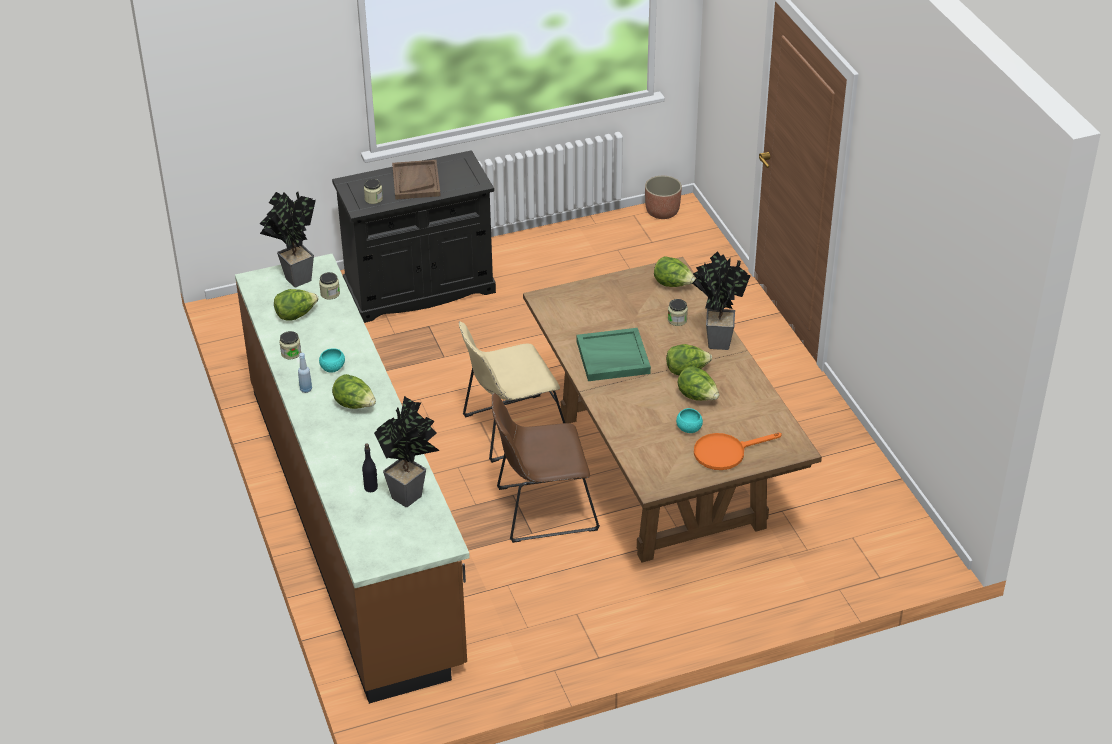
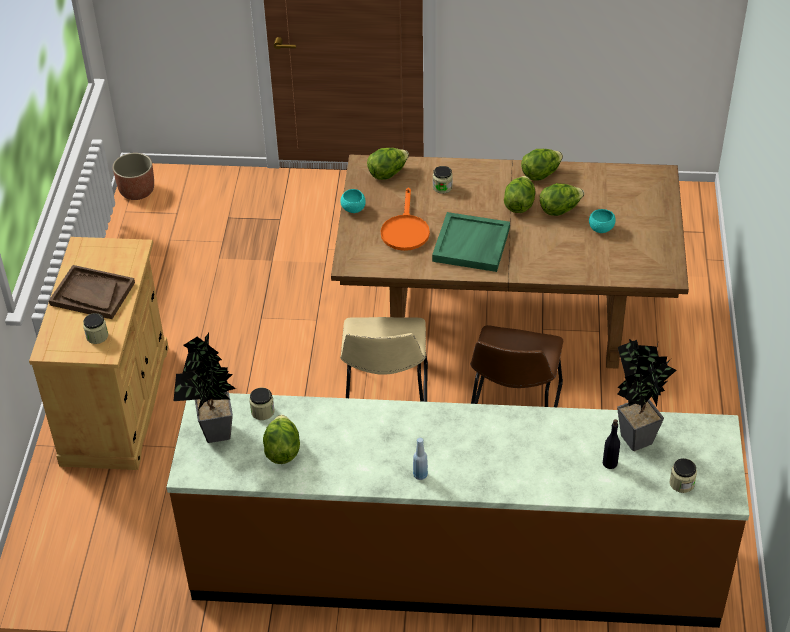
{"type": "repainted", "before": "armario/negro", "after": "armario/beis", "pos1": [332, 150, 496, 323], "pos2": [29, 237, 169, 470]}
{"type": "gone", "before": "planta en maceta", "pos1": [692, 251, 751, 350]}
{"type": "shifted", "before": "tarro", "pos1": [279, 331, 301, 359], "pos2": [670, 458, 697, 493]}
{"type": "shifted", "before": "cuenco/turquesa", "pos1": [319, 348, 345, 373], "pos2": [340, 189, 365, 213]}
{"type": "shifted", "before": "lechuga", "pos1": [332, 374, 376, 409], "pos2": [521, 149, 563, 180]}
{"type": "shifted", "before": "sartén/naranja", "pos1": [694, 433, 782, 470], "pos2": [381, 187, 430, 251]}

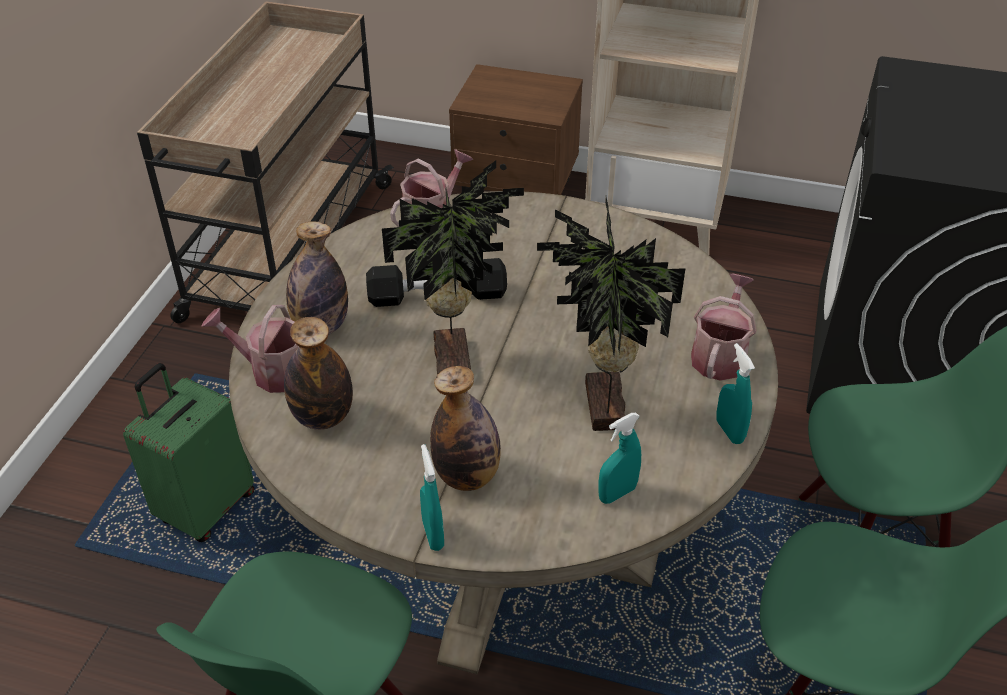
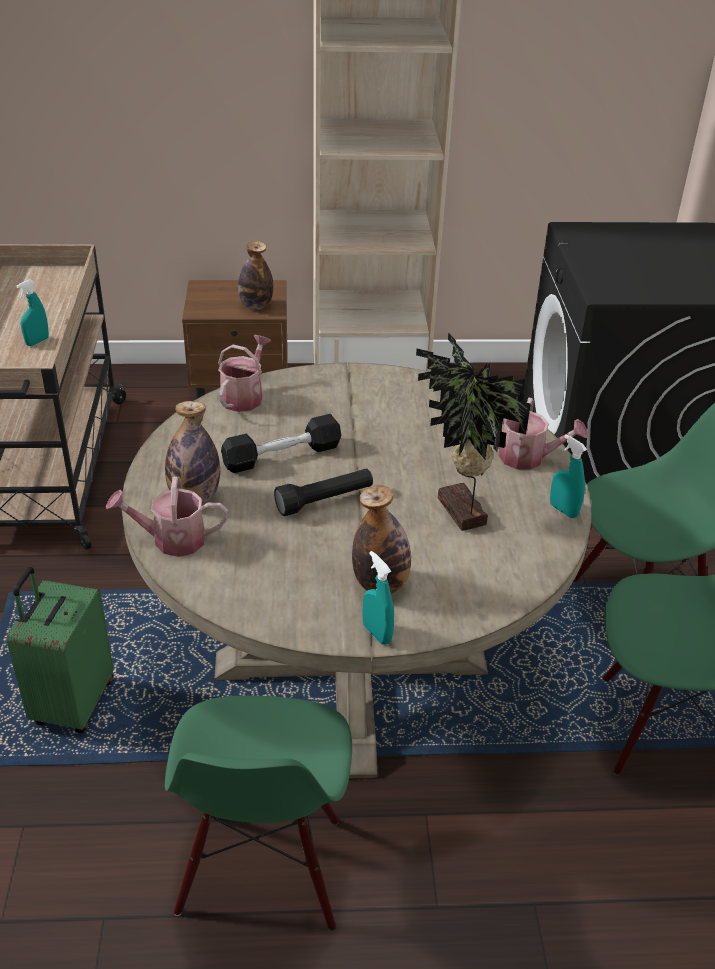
{"type": "swapped", "before": "planta en maceta", "after": "linterna/negro", "pos1": [382, 161, 524, 375], "pos2": [274, 469, 373, 516]}
{"type": "rotated", "before": "regadera", "pos1": [691, 274, 757, 381], "pos2": [498, 398, 588, 470], "turn": 105}
{"type": "shifted", "before": "botella", "pos1": [284, 317, 353, 430], "pos2": [238, 241, 273, 310]}
{"type": "shifted", "before": "pulverizador/turquesa", "pos1": [598, 413, 641, 504], "pos2": [16, 279, 49, 346]}

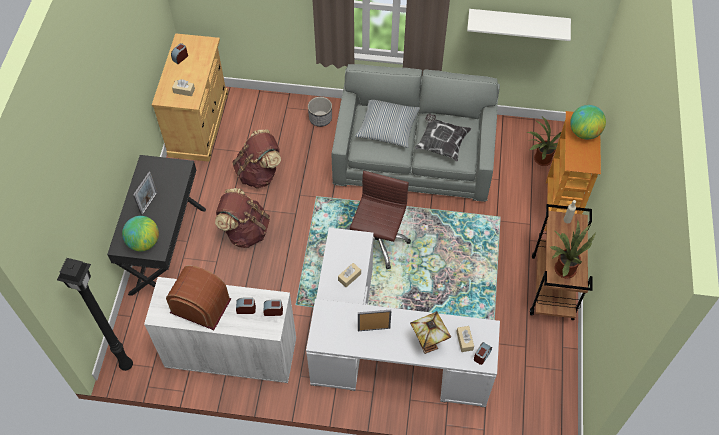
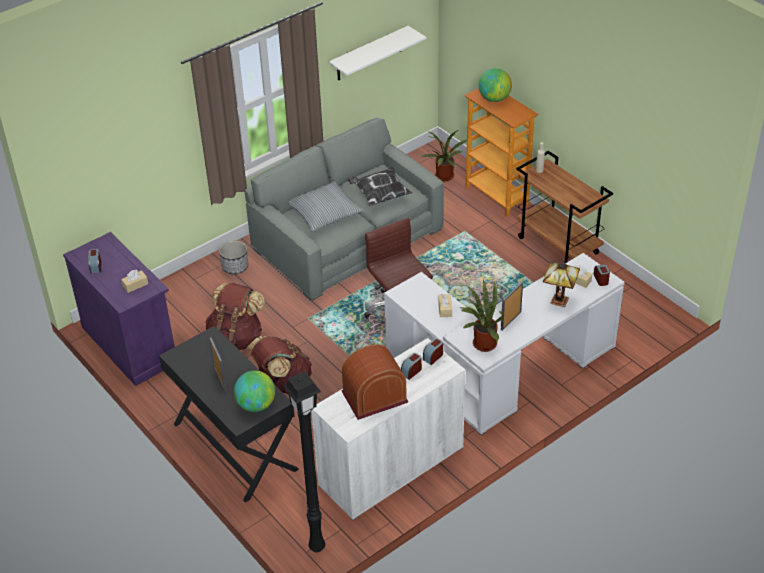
{"type": "repainted", "before": "armario/beis", "after": "armario/morado", "pos1": [152, 33, 228, 162], "pos2": [63, 232, 175, 386]}
{"type": "shifted", "before": "planta en maceta", "pos1": [550, 220, 596, 278], "pos2": [460, 280, 504, 352]}

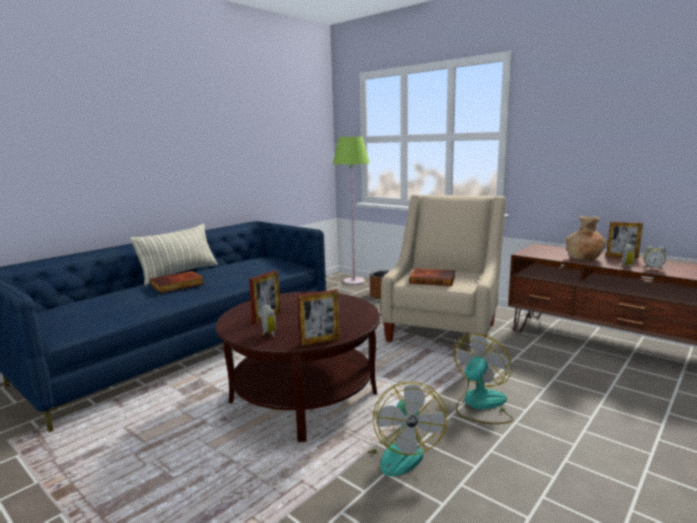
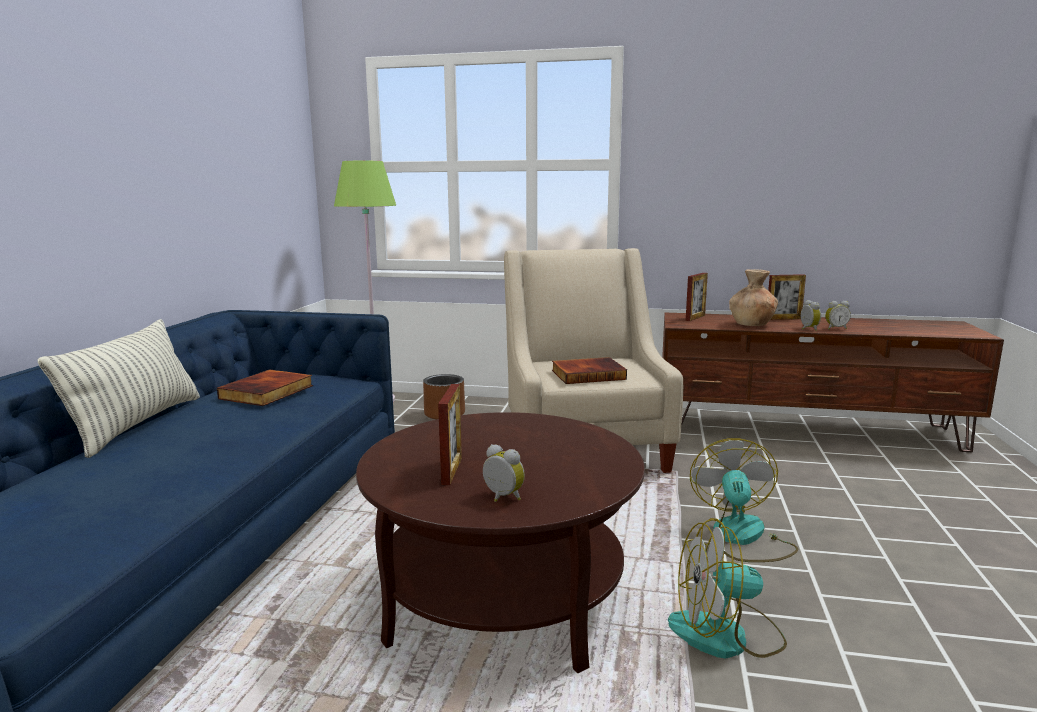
{"type": "shifted", "before": "libro", "pos1": [150, 271, 204, 293], "pos2": [217, 369, 313, 406]}
{"type": "shifted", "before": "portarretratos", "pos1": [297, 289, 340, 346], "pos2": [686, 273, 708, 321]}
{"type": "rotated", "before": "ventilador", "pos1": [367, 382, 447, 476], "pos2": [668, 518, 787, 659], "turn": 120}

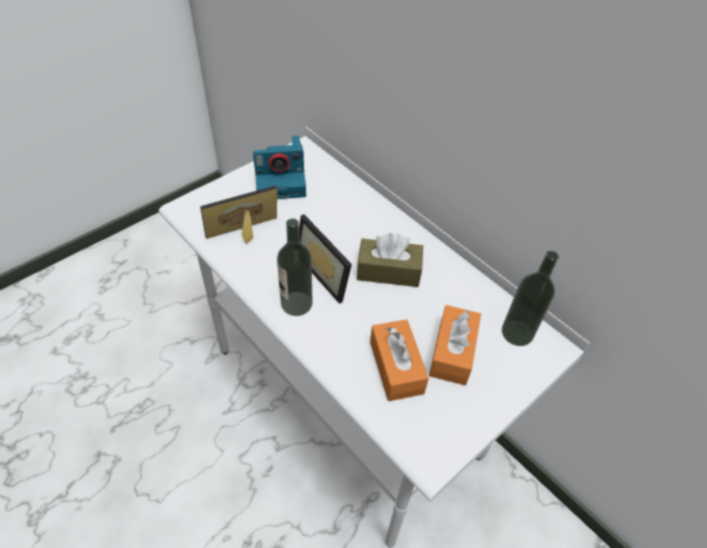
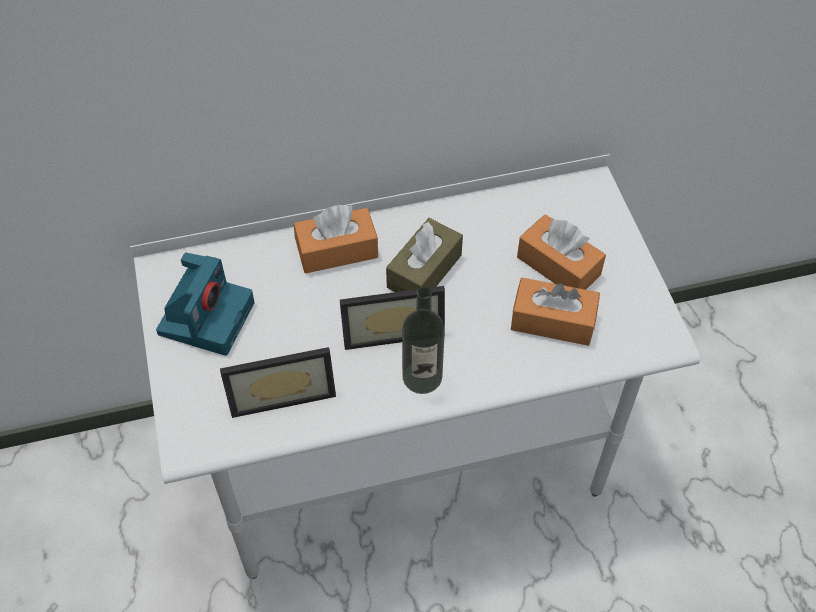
{"type": "rotated", "before": "portarretratos", "pos1": [200, 186, 277, 244], "pos2": [220, 347, 336, 418], "turn": -105}
{"type": "gone", "before": "botella", "pos1": [502, 251, 559, 346]}
{"type": "new", "after": "caja de pañuelos/naranja", "pos2": [294, 205, 378, 274]}

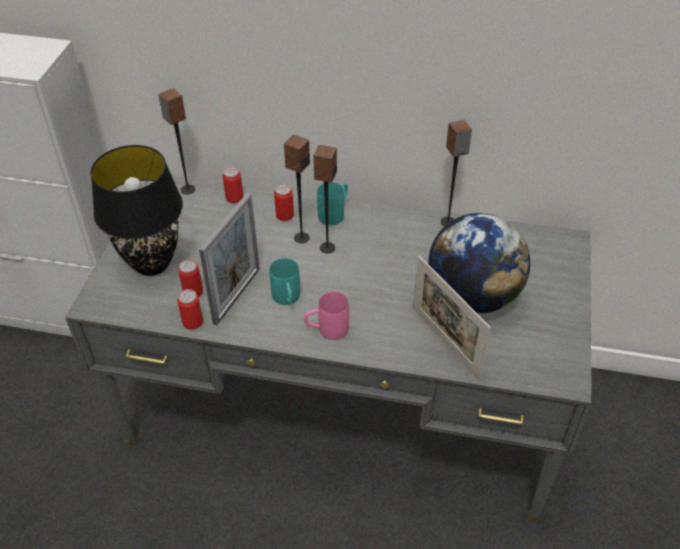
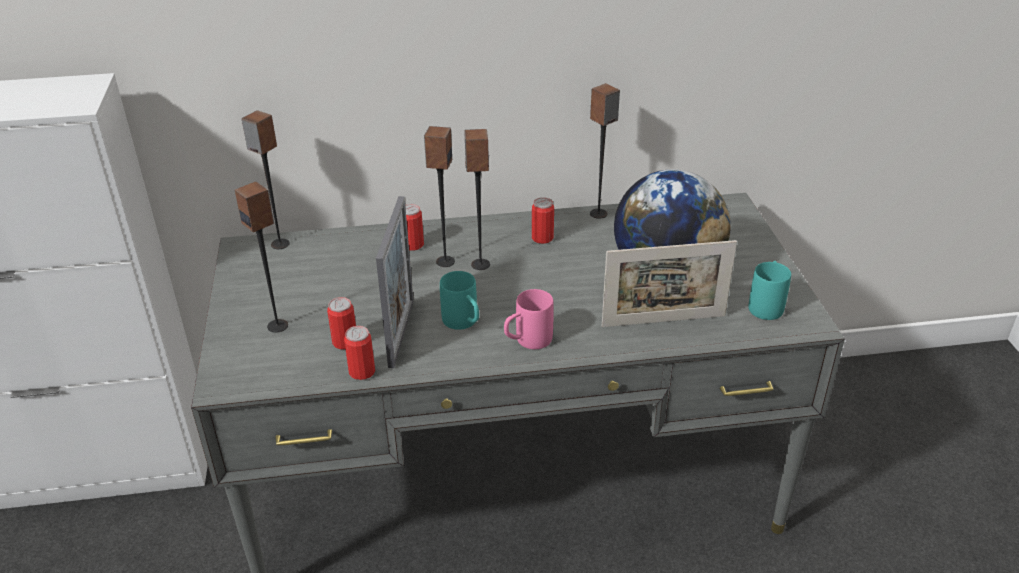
{"type": "swapped", "before": "lámpara de mesa/negro", "after": "altavoz", "pos1": [91, 145, 183, 276], "pos2": [235, 181, 288, 333]}
{"type": "shifted", "before": "lata", "pos1": [223, 167, 243, 203], "pos2": [532, 197, 554, 244]}
{"type": "shifted", "before": "taza grande/turquesa", "pos1": [317, 182, 348, 225], "pos2": [749, 261, 791, 320]}
{"type": "rotated", "before": "portarretratos", "pos1": [413, 255, 491, 379], "pos2": [602, 240, 737, 327], "turn": -45}

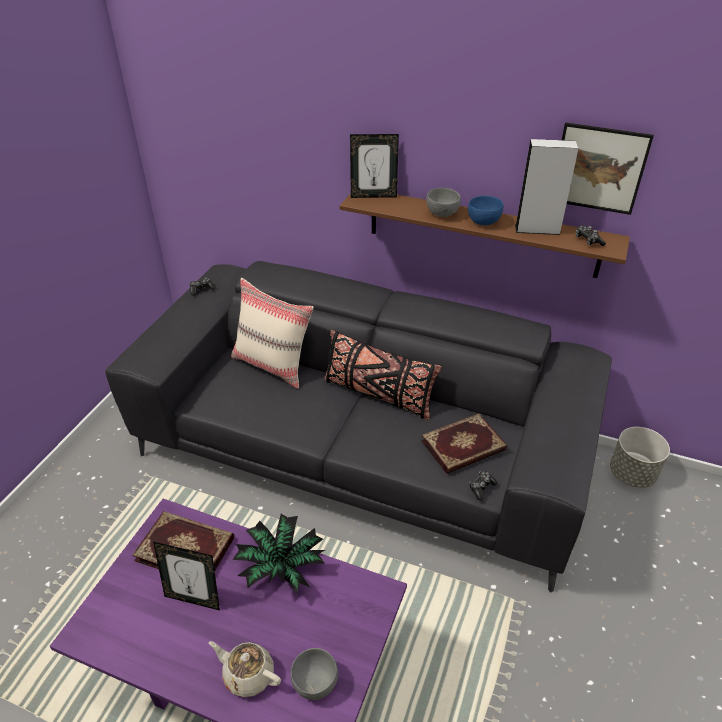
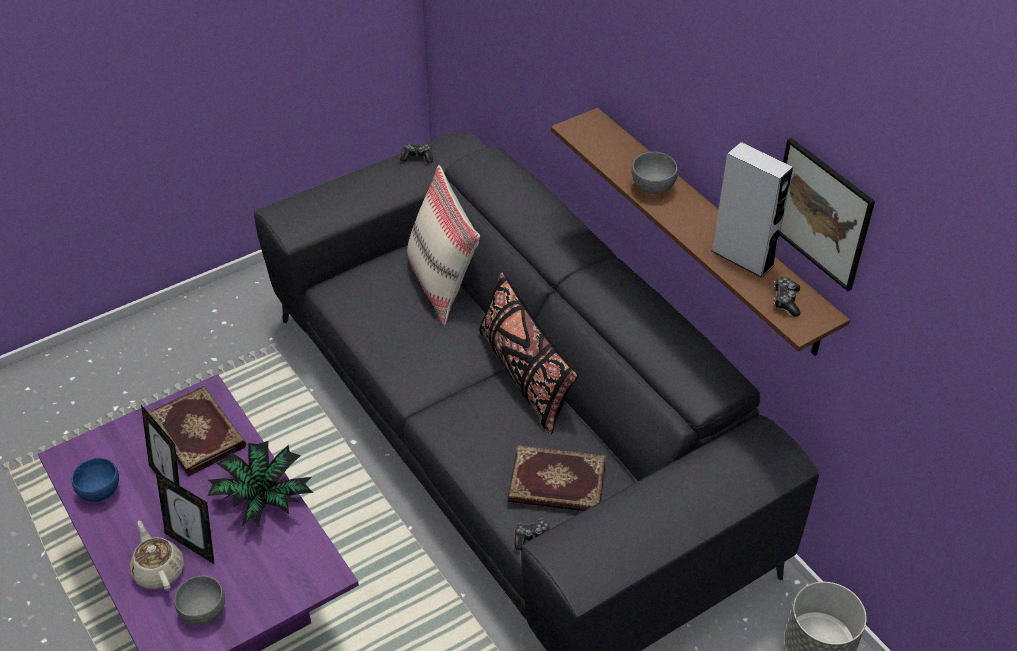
{"type": "shifted", "before": "portarretratos", "pos1": [350, 134, 399, 198], "pos2": [156, 472, 214, 564]}
{"type": "shifted", "before": "cuenco/azul", "pos1": [468, 196, 503, 225], "pos2": [72, 458, 119, 502]}

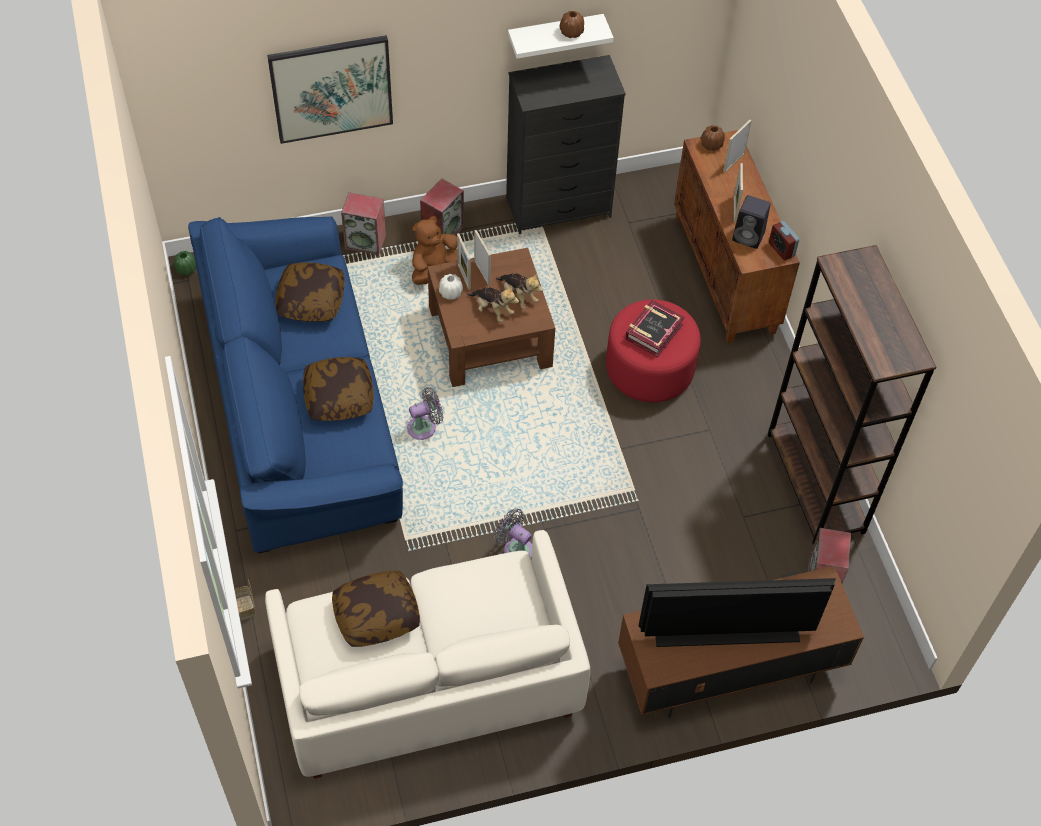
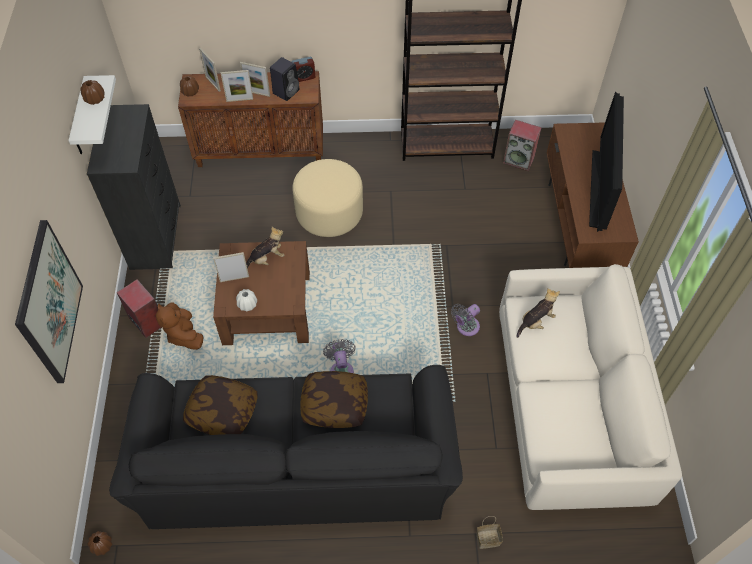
{"type": "gone", "before": "altavoz", "pos1": [341, 192, 386, 256]}
{"type": "repainted", "before": "sofá/azul", "after": "sofá/negro", "pos1": [188, 216, 403, 554], "pos2": [109, 365, 463, 529]}
{"type": "shifted", "before": "portarretratos", "pos1": [457, 233, 471, 290], "pos2": [221, 70, 253, 102]}
{"type": "repainted", "before": "florero/verde", "after": "florero/marrón", "pos1": [174, 251, 197, 275], "pos2": [87, 531, 112, 556]}
{"type": "shifted", "before": "peluche", "pos1": [467, 285, 519, 322], "pos2": [516, 288, 560, 338]}
{"type": "repainted", "before": "puf/rojo", "after": "puf/beis", "pos1": [606, 299, 701, 402], "pos2": [292, 159, 363, 237]}
{"type": "gone", "before": "libro", "pos1": [625, 300, 684, 357]}
{"type": "gone", "before": "cojín", "pos1": [332, 571, 420, 647]}

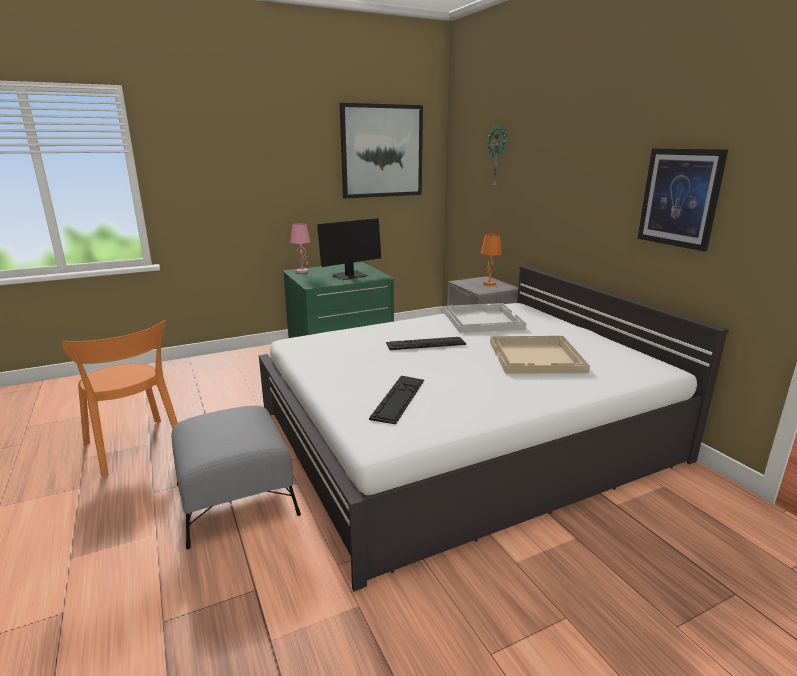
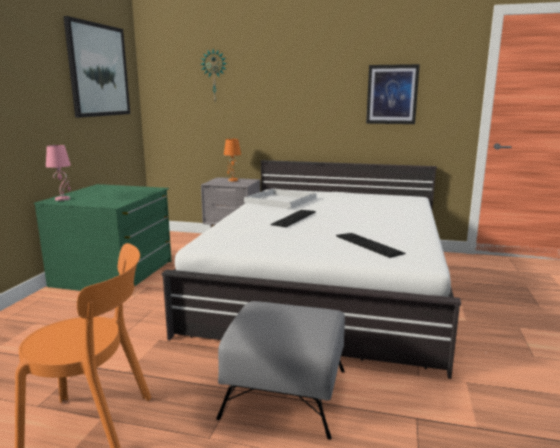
{"type": "gone", "before": "monitor", "pos1": [317, 218, 381, 280]}
{"type": "gone", "before": "bandeja/beis", "pos1": [490, 336, 590, 374]}

